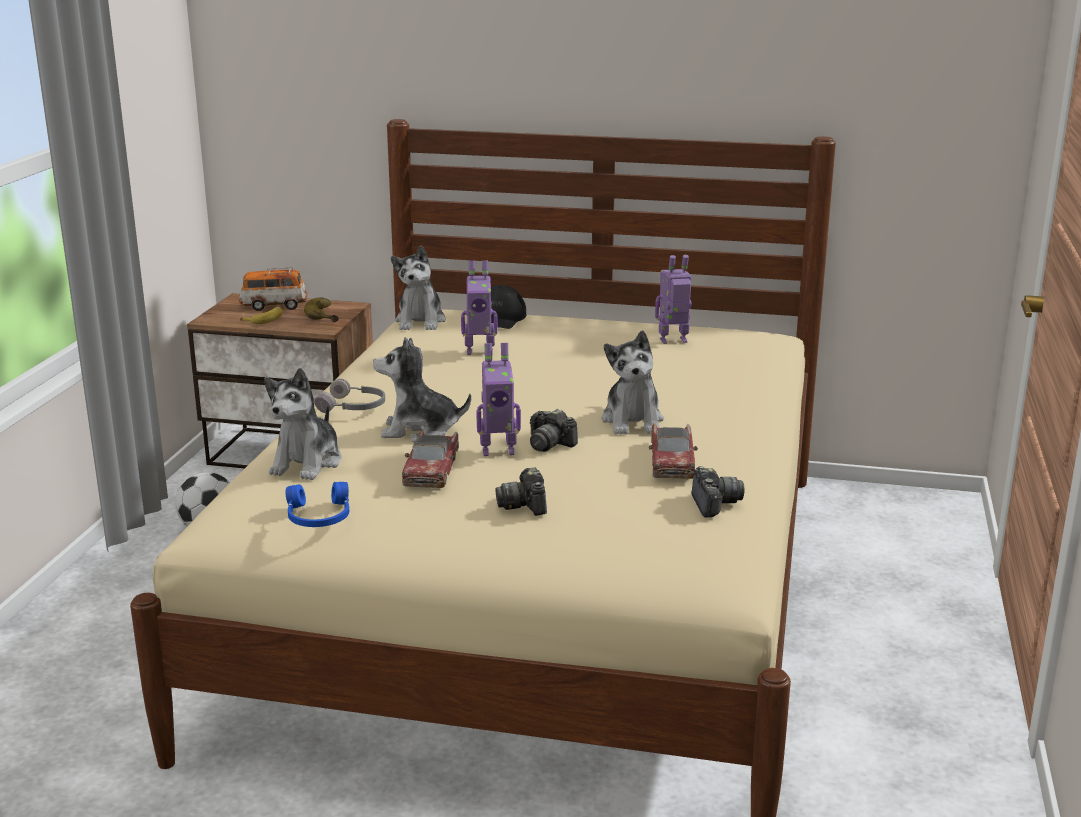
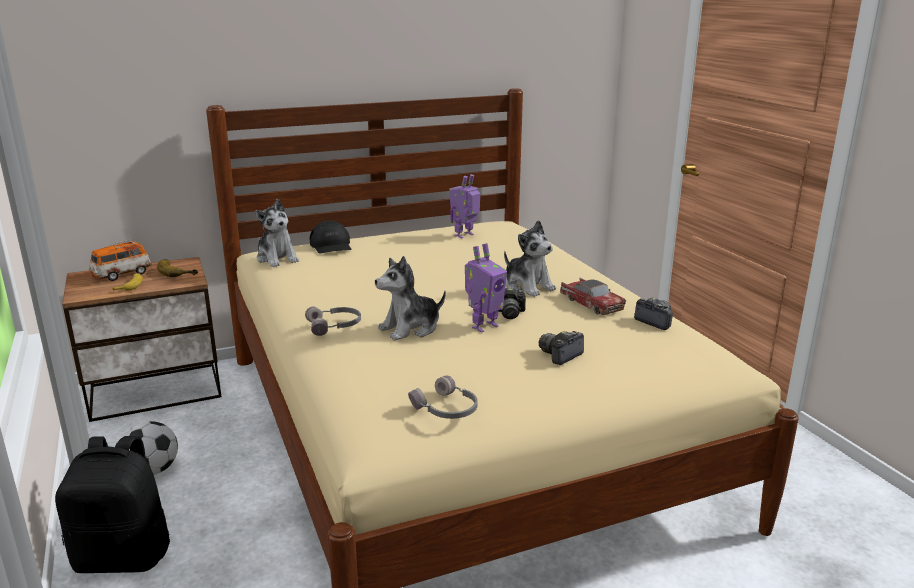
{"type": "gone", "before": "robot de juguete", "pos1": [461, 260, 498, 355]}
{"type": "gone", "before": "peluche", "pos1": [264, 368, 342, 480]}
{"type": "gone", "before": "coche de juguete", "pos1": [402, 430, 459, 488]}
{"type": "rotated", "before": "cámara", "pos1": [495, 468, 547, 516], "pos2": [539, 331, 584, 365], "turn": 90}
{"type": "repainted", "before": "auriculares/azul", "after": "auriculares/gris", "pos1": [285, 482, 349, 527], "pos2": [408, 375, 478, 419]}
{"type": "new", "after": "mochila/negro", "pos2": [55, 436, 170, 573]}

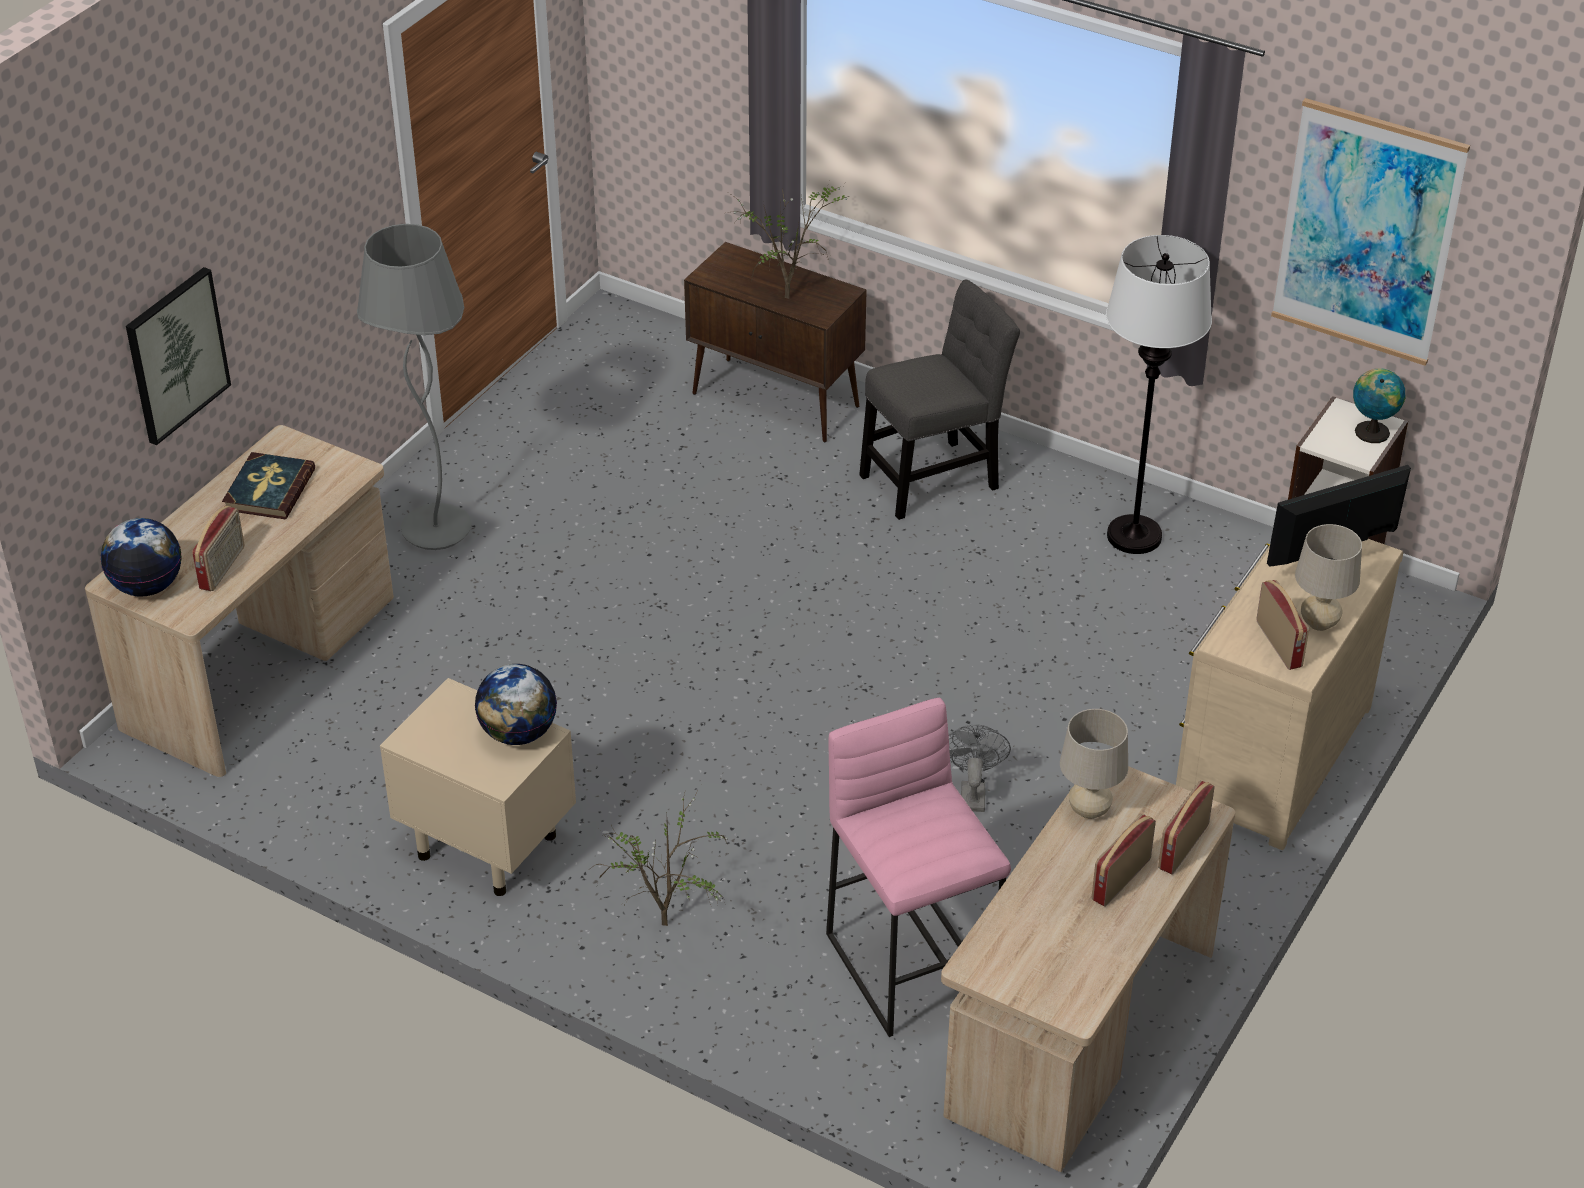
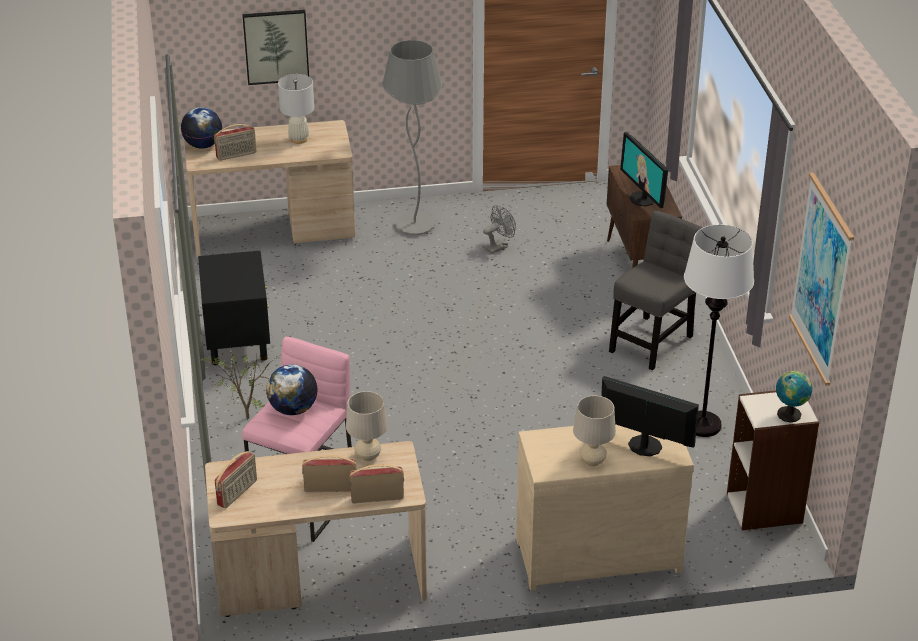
{"type": "swapped", "before": "planta en maceta", "after": "monitor", "pos1": [727, 183, 849, 299], "pos2": [620, 132, 668, 208]}
{"type": "rotated", "before": "silla/gris", "pos1": [859, 280, 1020, 520], "pos2": [609, 211, 703, 370], "turn": -75}
{"type": "swapped", "before": "libro", "after": "lámpara de mesa/blanco", "pos1": [222, 452, 315, 519], "pos2": [278, 74, 314, 144]}
{"type": "shifted", "before": "radio", "pos1": [1256, 580, 1309, 670], "pos2": [215, 451, 257, 509]}
{"type": "shifted", "before": "globo terráqueo", "pos1": [475, 664, 557, 745], "pos2": [266, 364, 317, 415]}
{"type": "repainted", "before": "mesita de noche/beis", "after": "mesita de noche/negro", "pos1": [380, 678, 576, 896], "pos2": [198, 251, 270, 365]}
{"type": "shifted", "before": "ventilador/gris", "pos1": [949, 724, 1011, 812], "pos2": [483, 205, 516, 254]}

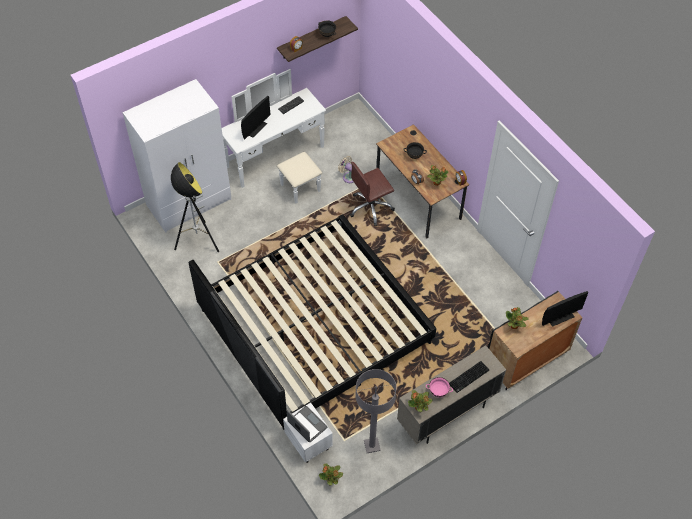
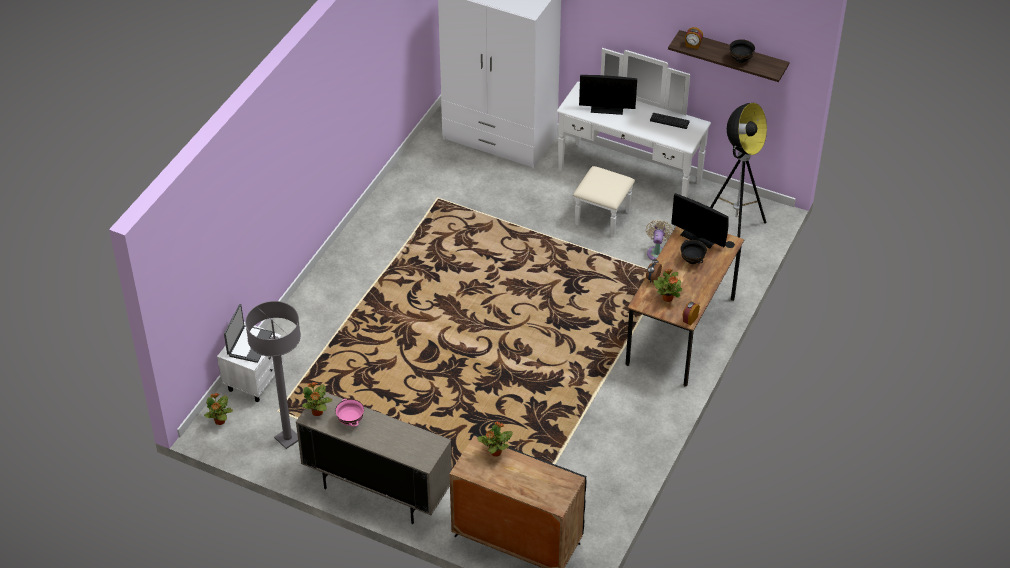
{"type": "shifted", "before": "lámpara de pie", "pos1": [171, 162, 219, 252], "pos2": [710, 103, 767, 238]}
{"type": "gone", "before": "silla de oficina/marrón", "pos1": [350, 162, 395, 226]}
{"type": "gone", "before": "cama", "pos1": [189, 214, 436, 430]}
{"type": "shifted", "before": "monitor", "pos1": [542, 291, 588, 327], "pos2": [671, 193, 729, 248]}
{"type": "gone", "before": "teclado", "pos1": [449, 361, 489, 393]}

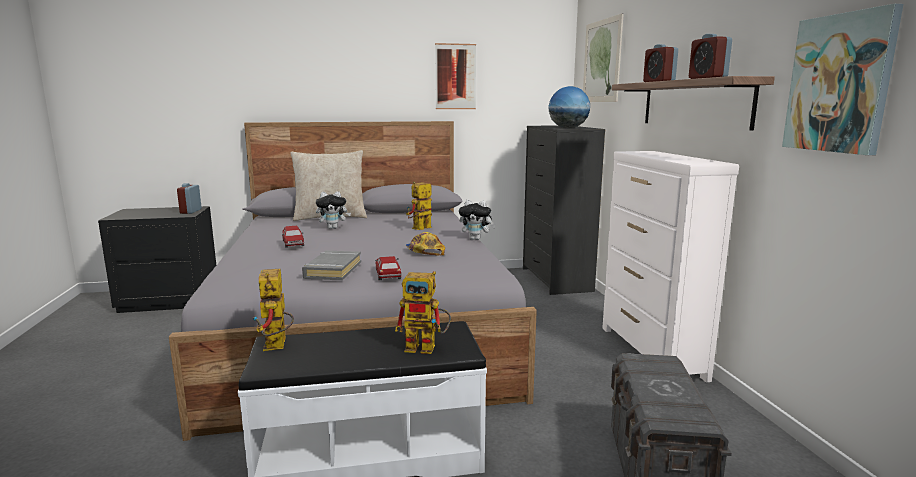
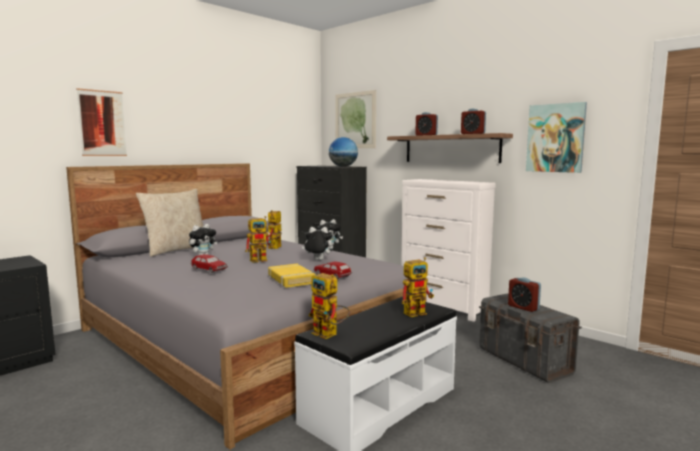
{"type": "shifted", "before": "cuadro", "pos1": [435, 43, 476, 109], "pos2": [76, 88, 127, 156]}
{"type": "shifted", "before": "despertador", "pos1": [177, 183, 202, 214], "pos2": [508, 278, 541, 312]}
{"type": "swapped", "before": "gorra", "after": "peluche", "pos1": [406, 232, 445, 256], "pos2": [302, 227, 332, 260]}
{"type": "repainted", "before": "libro/gris", "after": "libro/amarillo", "pos1": [302, 251, 361, 280], "pos2": [268, 264, 316, 288]}
{"type": "new", "after": "robot de juguete", "pos2": [245, 216, 273, 263]}

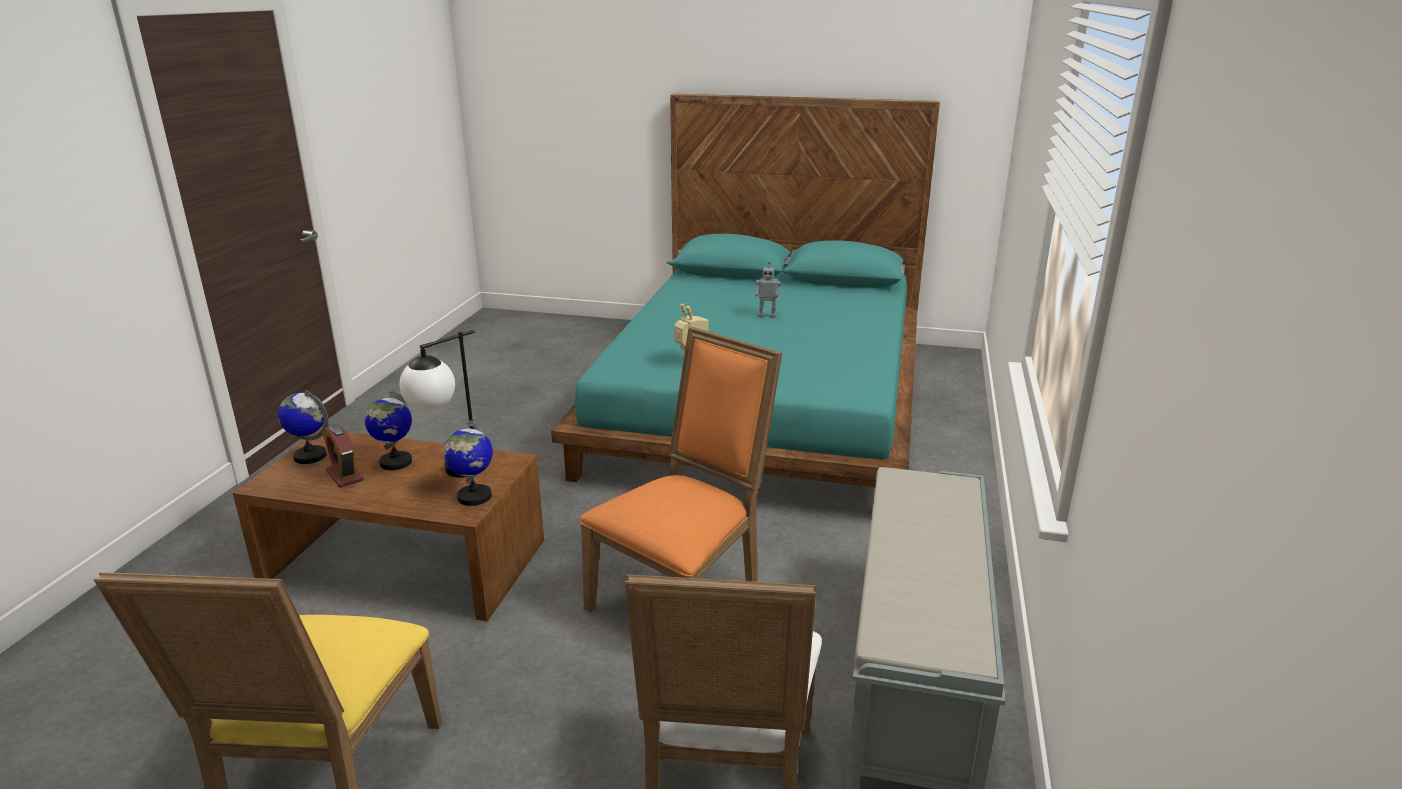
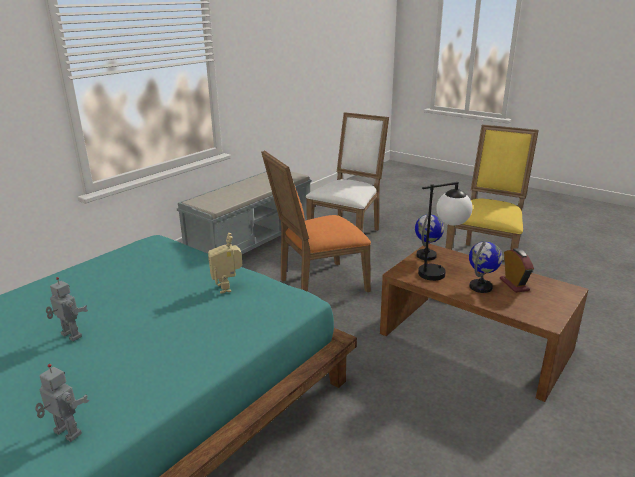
{"type": "gone", "before": "globo terráqueo", "pos1": [278, 390, 329, 464]}
{"type": "new", "after": "robot de juguete", "pos2": [35, 364, 89, 442]}

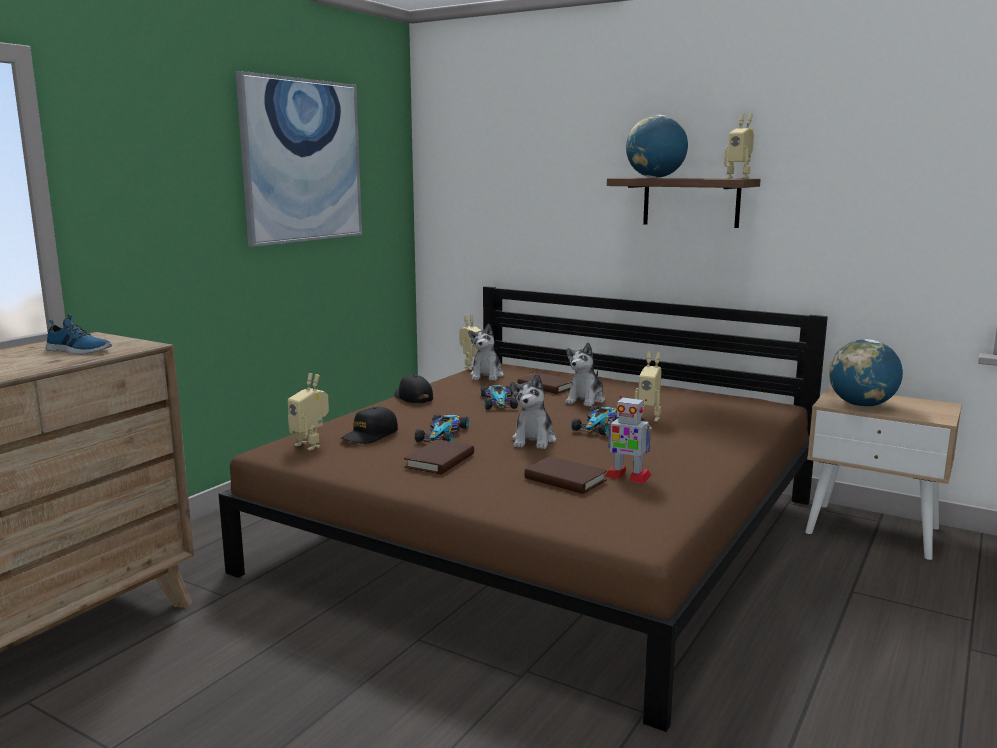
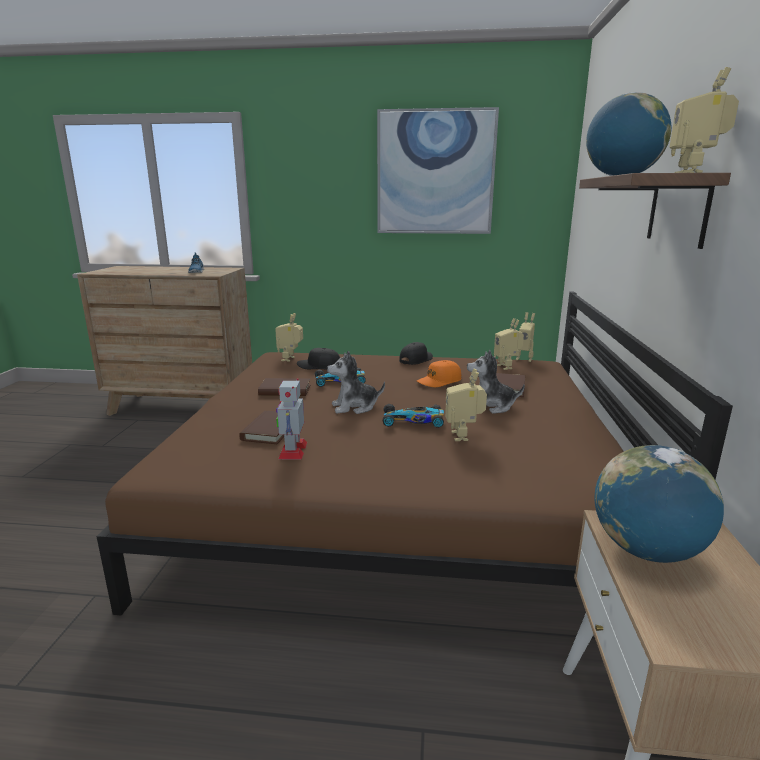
{"type": "swapped", "before": "peluche", "after": "robot de juguete", "pos1": [468, 324, 504, 381], "pos2": [494, 318, 524, 370]}
{"type": "swapped", "before": "coche de juguete", "after": "gorra/naranja", "pos1": [481, 385, 518, 409], "pos2": [417, 360, 461, 387]}

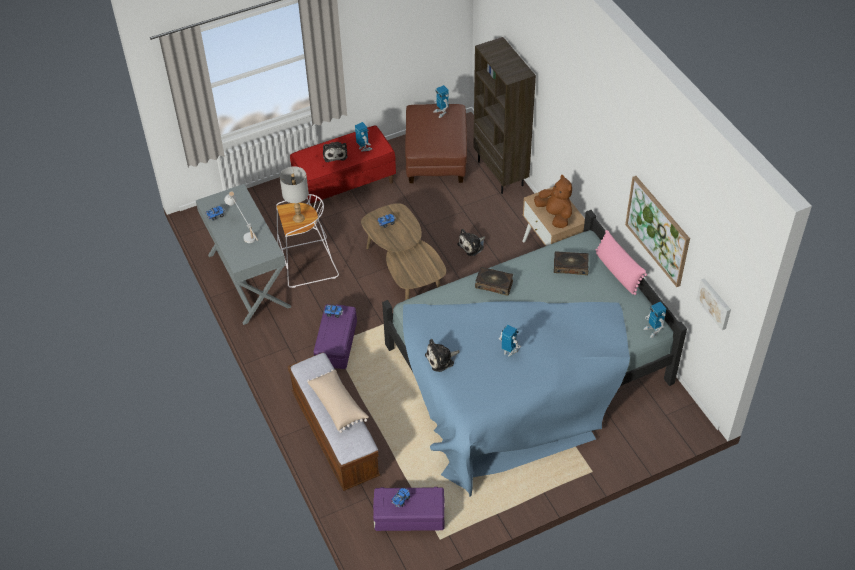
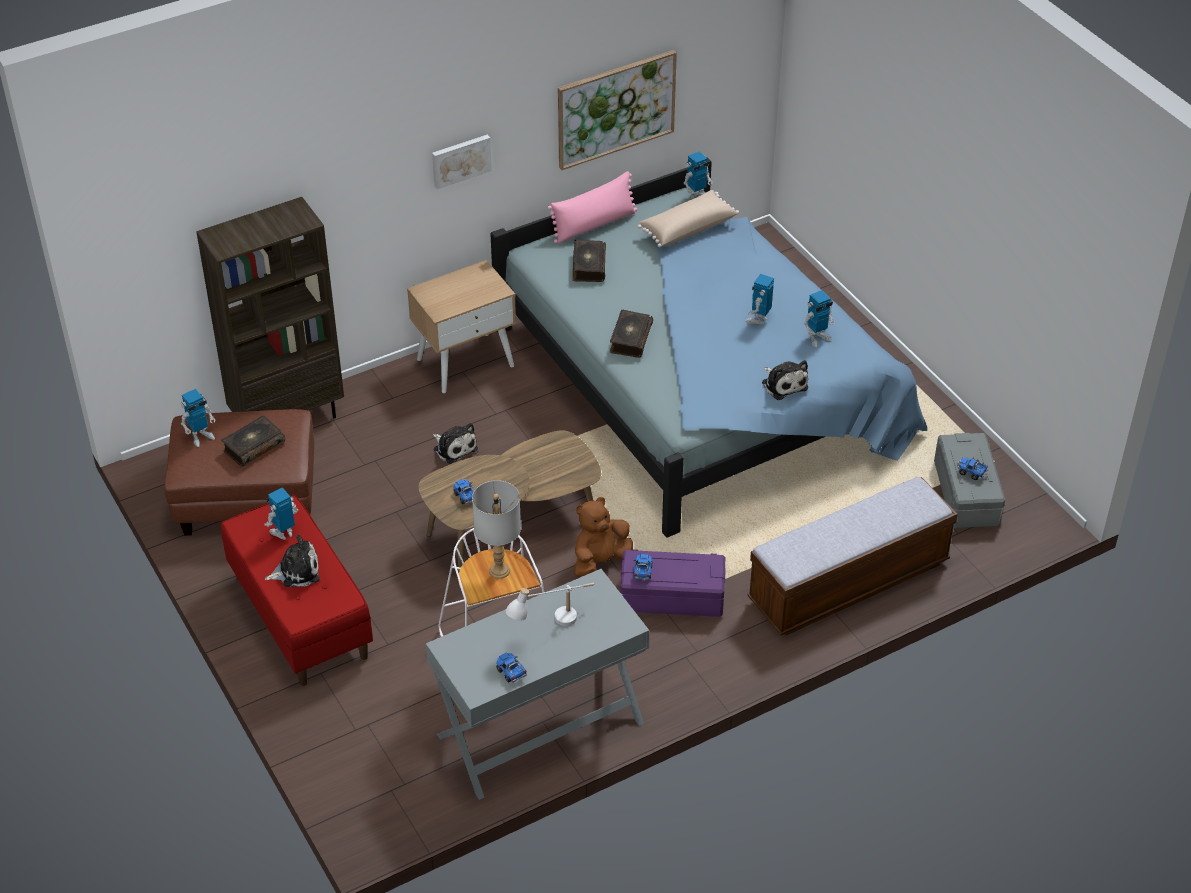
{"type": "shifted", "before": "peluche/marrón", "pos1": [534, 175, 572, 228], "pos2": [574, 497, 633, 578]}
{"type": "shifted", "before": "cuadro", "pos1": [696, 278, 731, 330], "pos2": [432, 135, 492, 189]}
{"type": "shifted", "before": "cojín/beis", "pos1": [307, 369, 369, 433], "pos2": [637, 190, 739, 247]}
{"type": "repainted", "before": "caja de almacenaje/morado", "after": "caja de almacenaje/gris", "pos1": [373, 487, 445, 531], "pos2": [934, 433, 1005, 528]}
{"type": "new", "after": "robot de juguete", "pos2": [804, 290, 835, 348]}
{"type": "new", "after": "libro", "pos2": [221, 415, 285, 467]}

